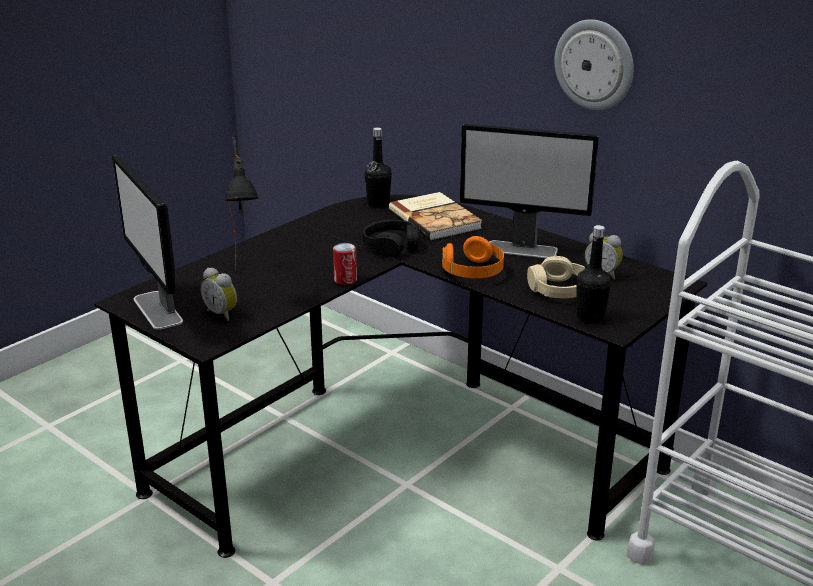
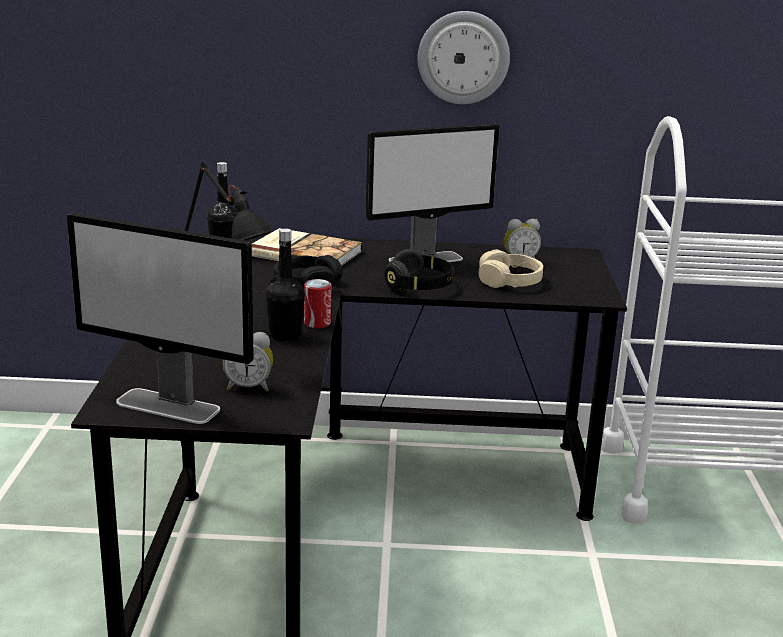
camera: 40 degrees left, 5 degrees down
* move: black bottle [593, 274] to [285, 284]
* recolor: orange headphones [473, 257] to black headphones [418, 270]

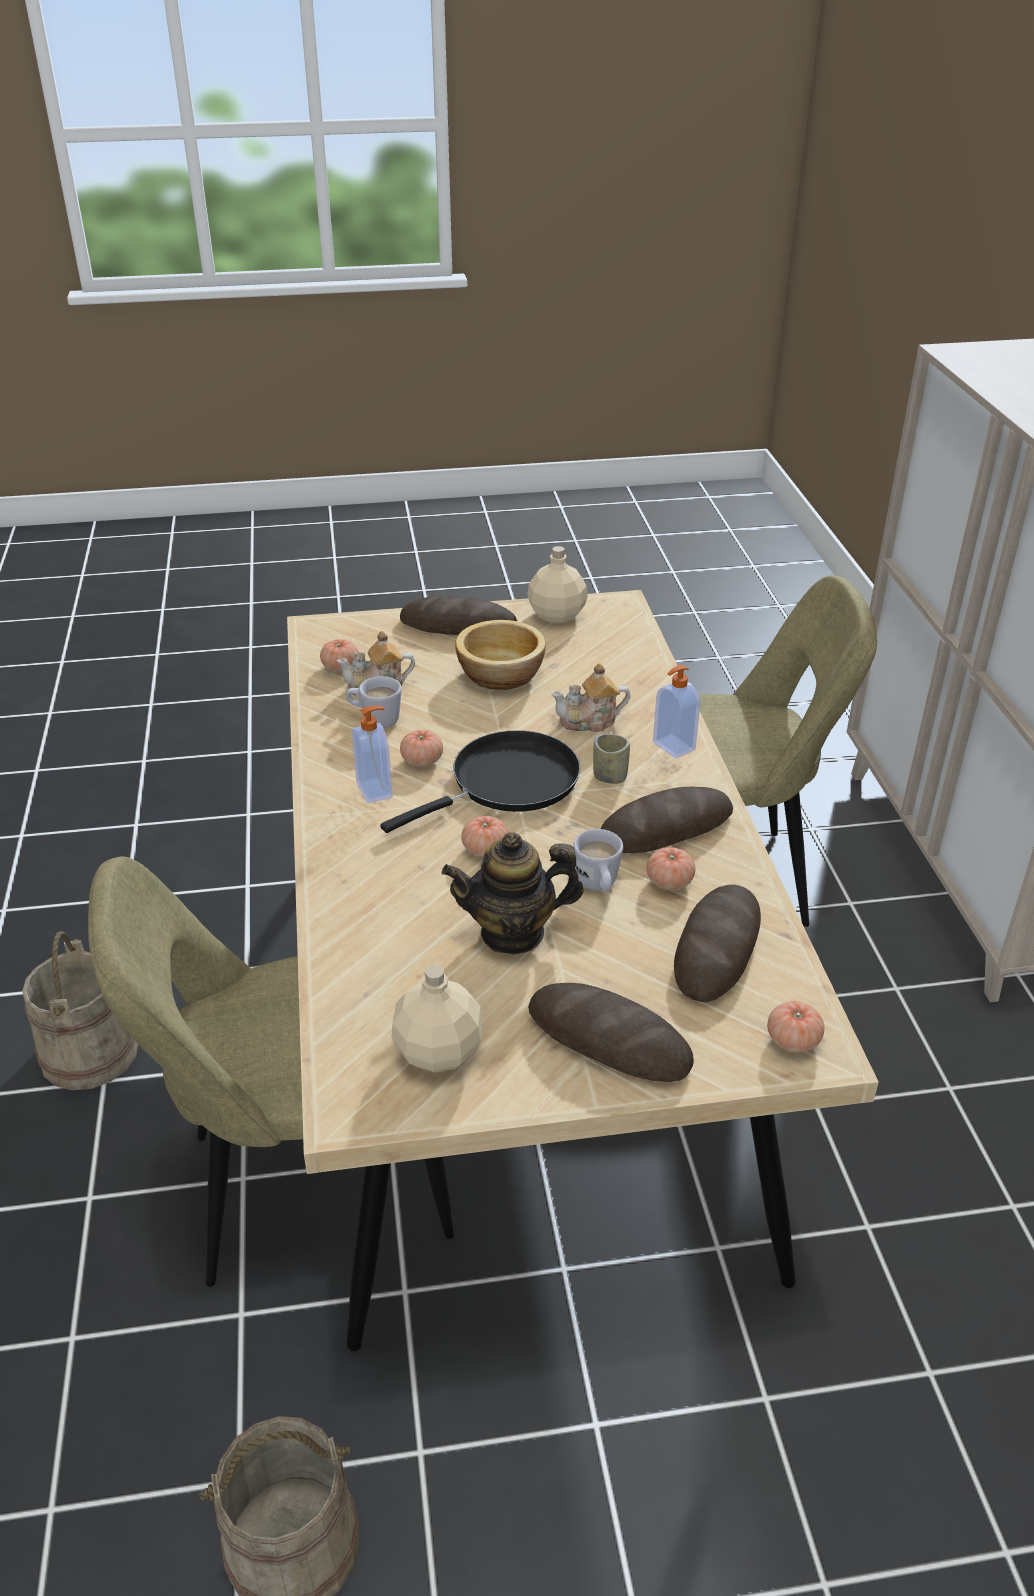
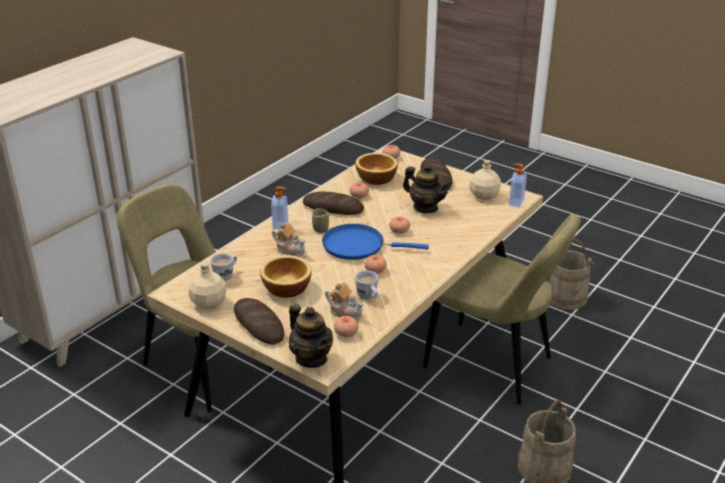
camera: 135 degrees left, 5 degrees down
* move: soap dispenser [372, 754] to [518, 185]
* recolor: black frying pan [480, 781] to blue frying pan [375, 242]
* move: white mug [598, 860] to [223, 267]
* replace: bread [717, 943] to bowl [376, 169]
* insert: teapot [311, 336]

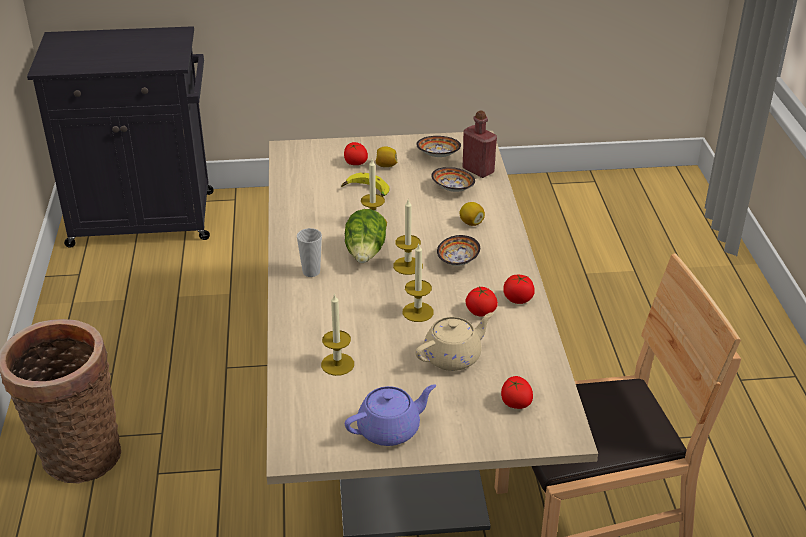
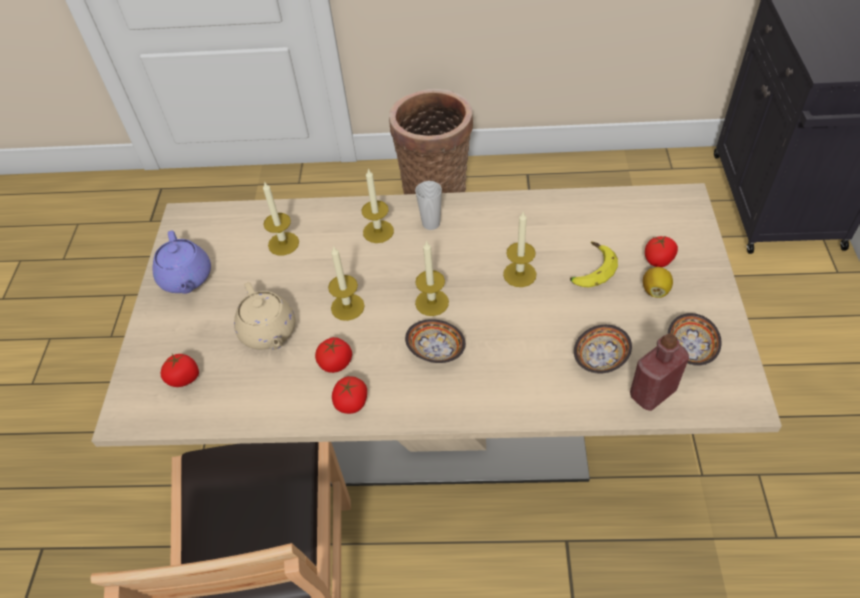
camera: 100 degrees right, 15 degrees up
* delete: lemon [472, 214]
* delete: lettuce [365, 236]
* insert: candle [378, 206]

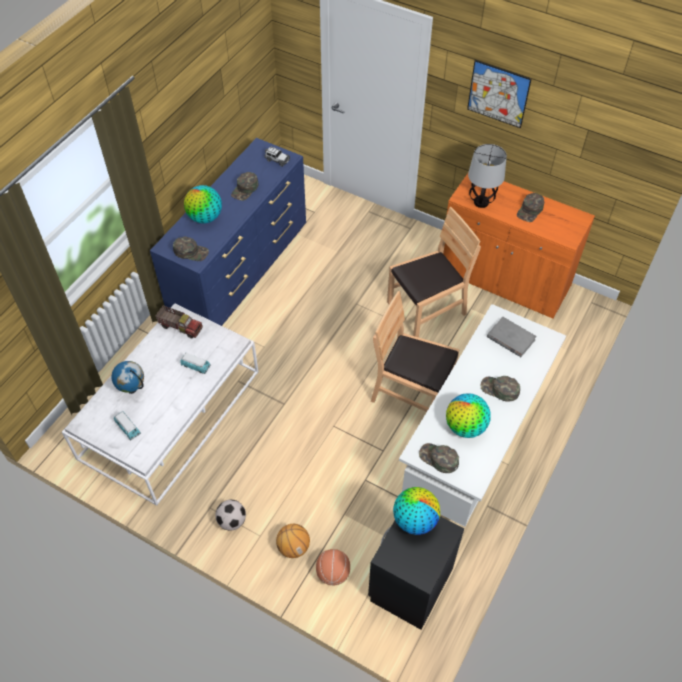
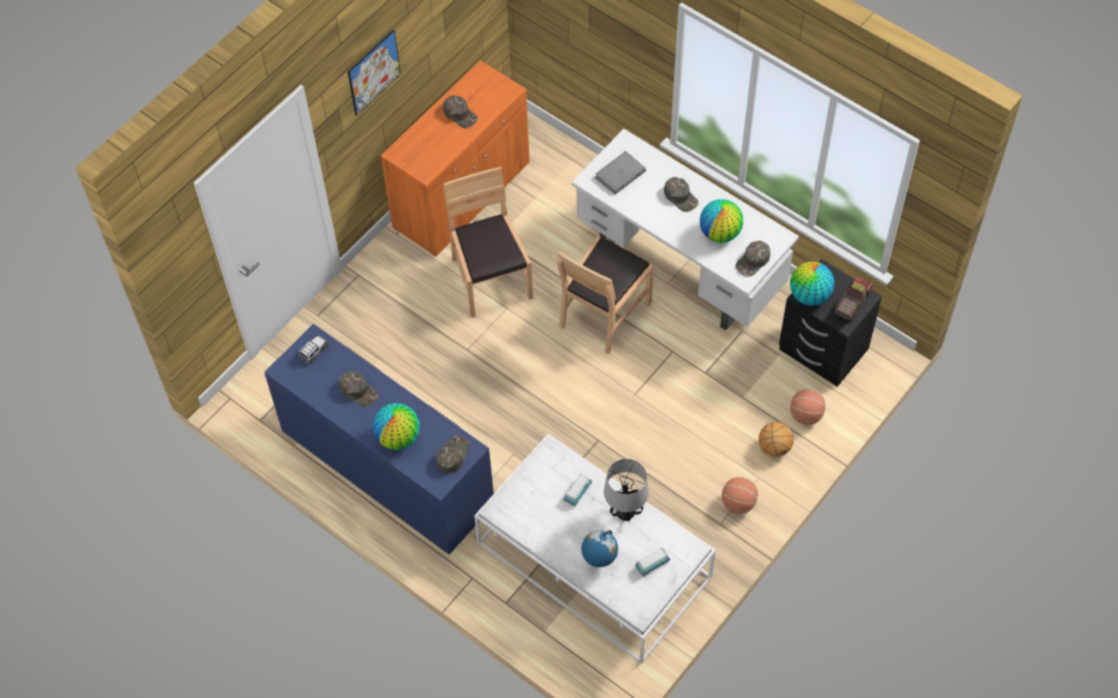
camera: 80 degrees left, 5 degrees up
* move: table lamp [487, 176] to [626, 490]
* move: toy truck [179, 321] to [854, 298]
* rotate: green cap [500, 389] = [681, 194] 75 degrees counterclockwise
* replace: football [230, 515] to basketball [740, 495]

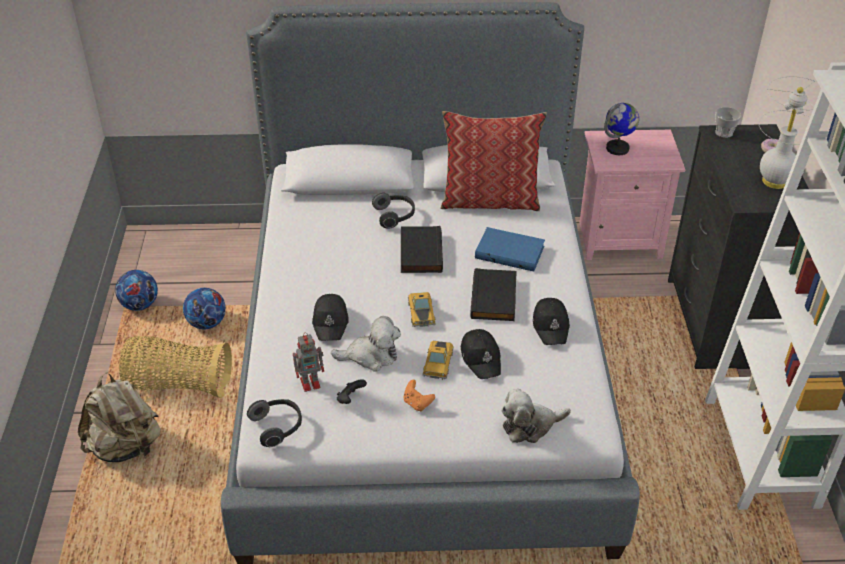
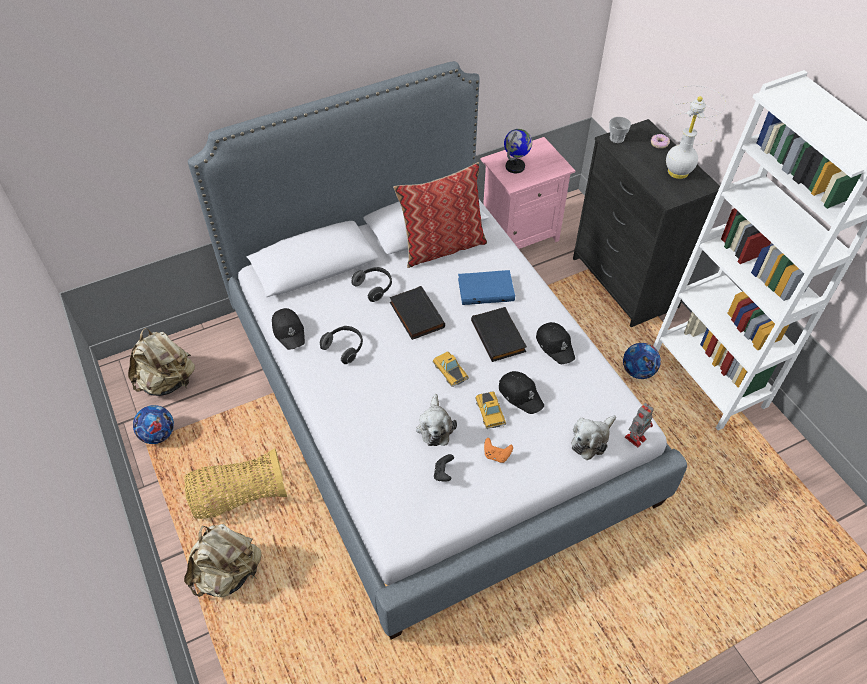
camera: 25 degrees left, 10 degrees up
* move: football [204, 308] to [642, 361]
* move: black cap [330, 317] to [288, 329]
* rotate: plush toy [366, 344] = [436, 420] 120 degrees clockwise
* move: toy robot [308, 362] to [639, 425]
* move: headphones [274, 423] to [341, 345]
* insert: beige backpack [161, 362]

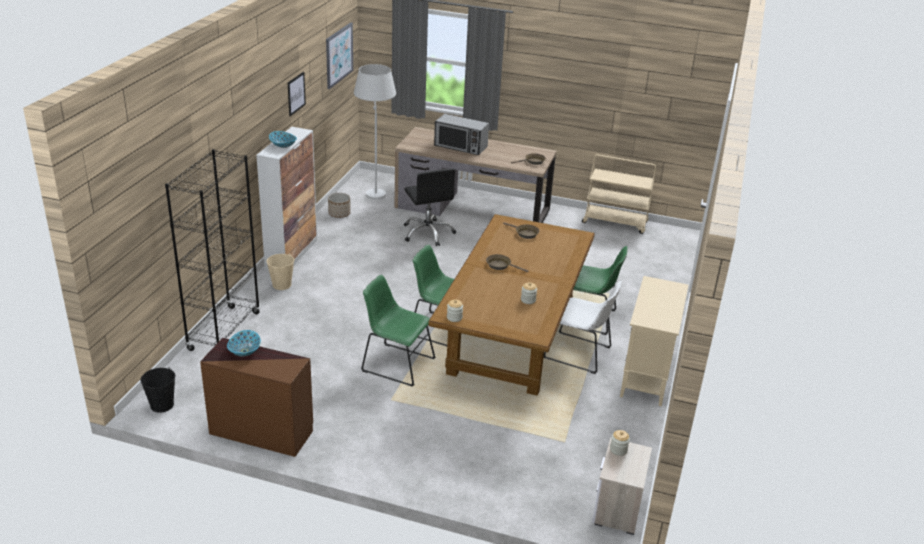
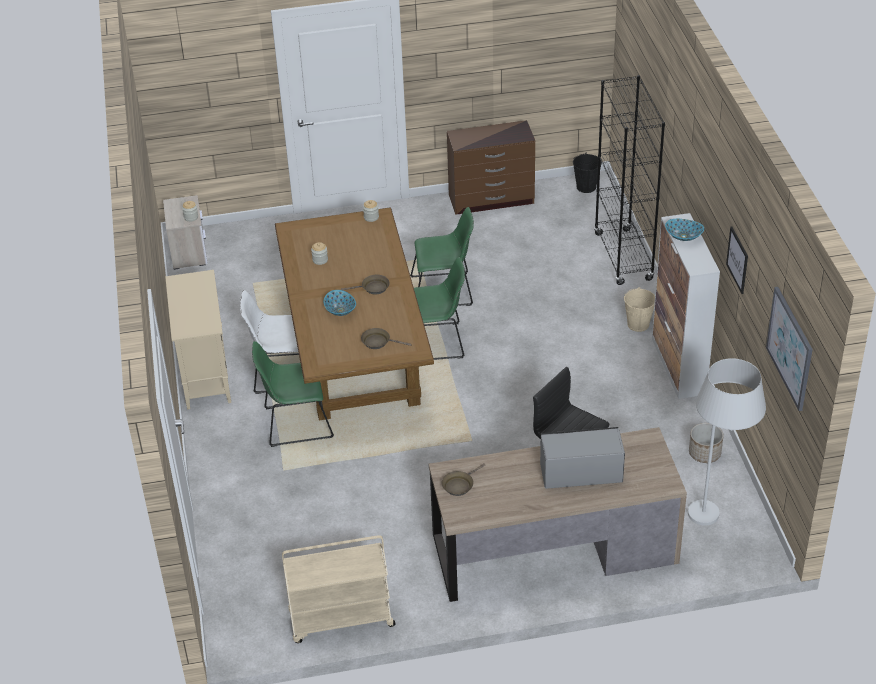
camera: 155 degrees right, 10 degrees up
* move: bowl [244, 343] to [340, 303]

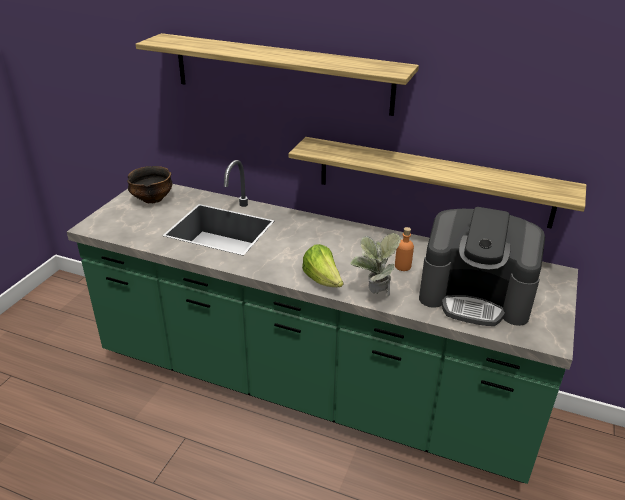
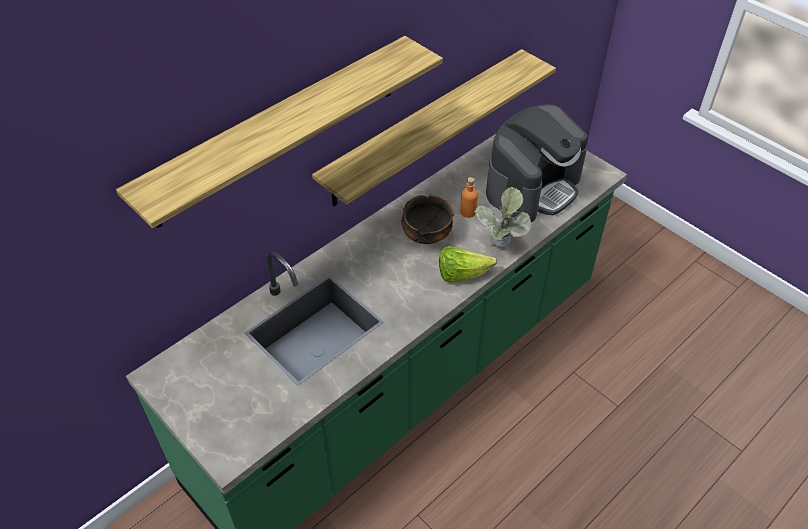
camera: 65 degrees left, 15 degrees up
* move: bowl [150, 184] to [428, 219]

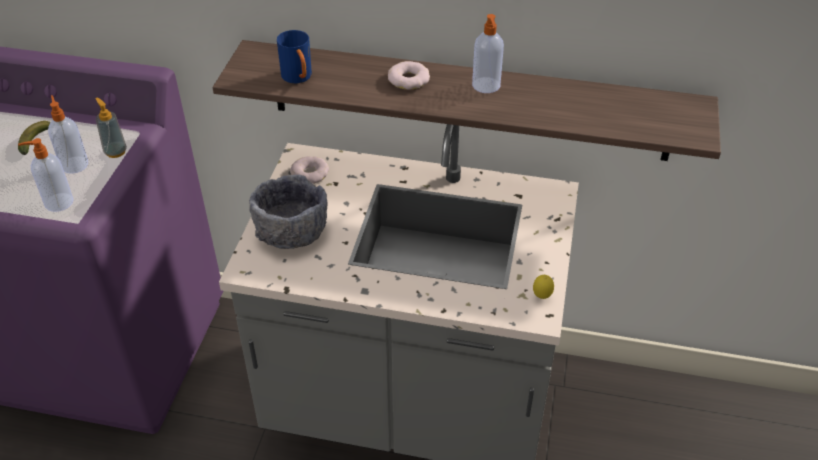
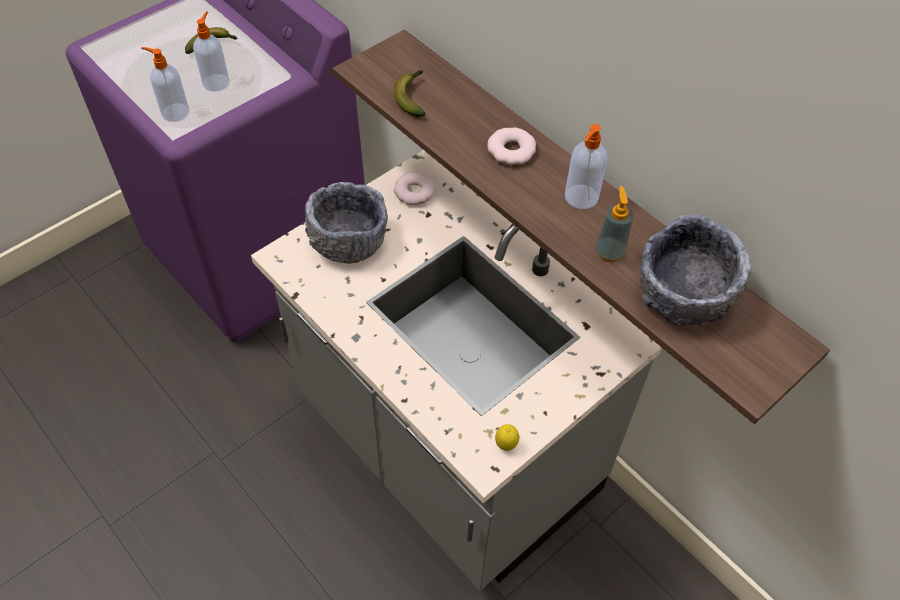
camera: 35 degrees right, 10 degrees up
* replace: blue mug [294, 56] to banana [409, 93]
* move: soap dispenser [111, 127] to [614, 224]
* insert: grey bowl [695, 270]

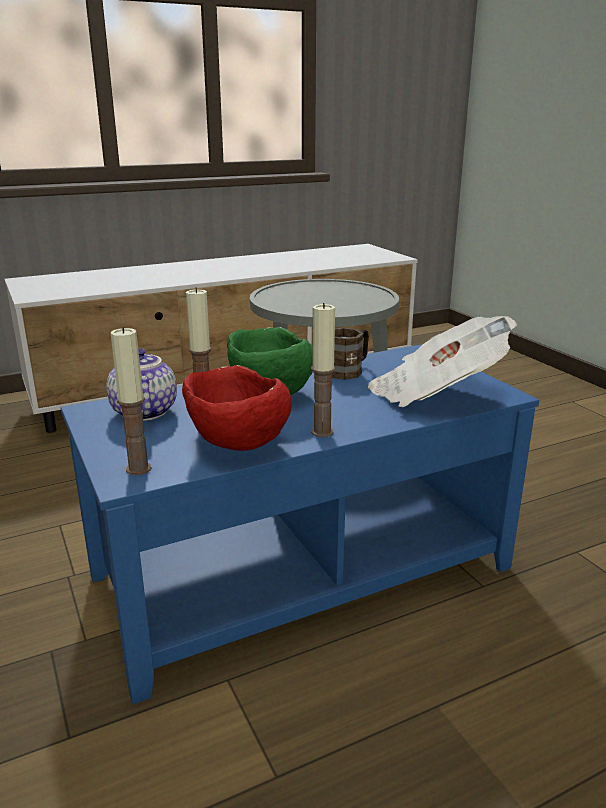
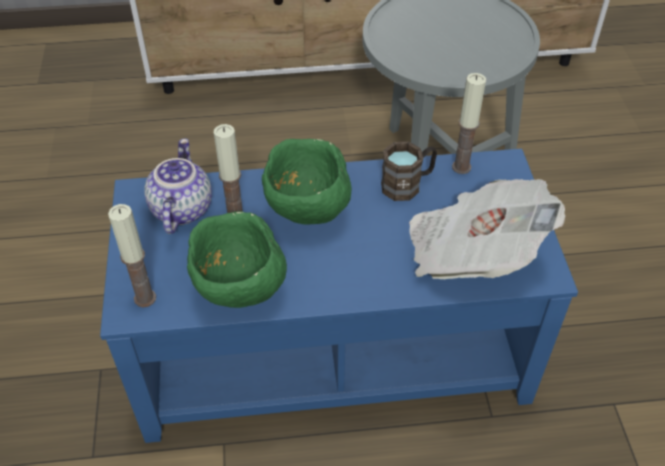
camera: 20 degrees right, 25 degrees up
* move: candle [323, 370] to [469, 123]
* recolor: red bowl [237, 408] to green bowl [237, 259]

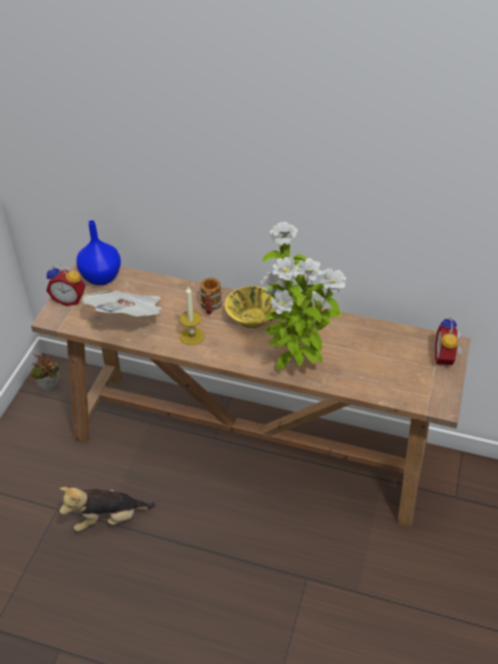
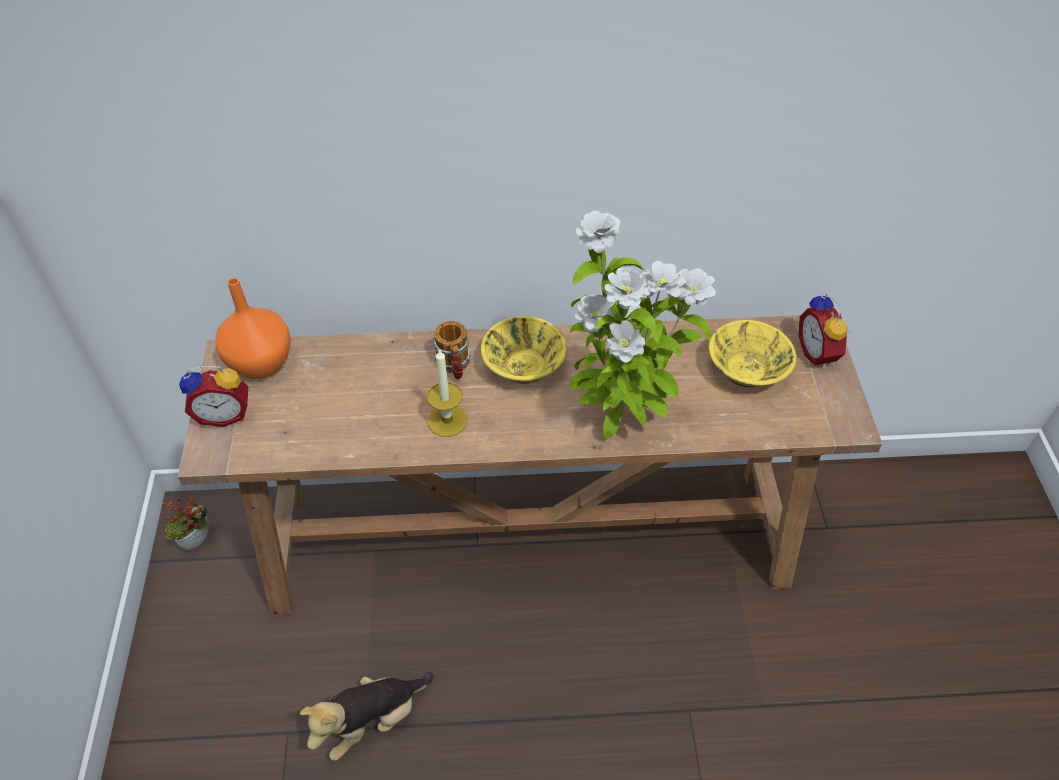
camera: 20 degrees left, 5 degrees up
* recolor: blue vase [98, 253] to orange vase [253, 328]
* delete: newspaper [122, 303]
* insert: yellow bowl [752, 353]

